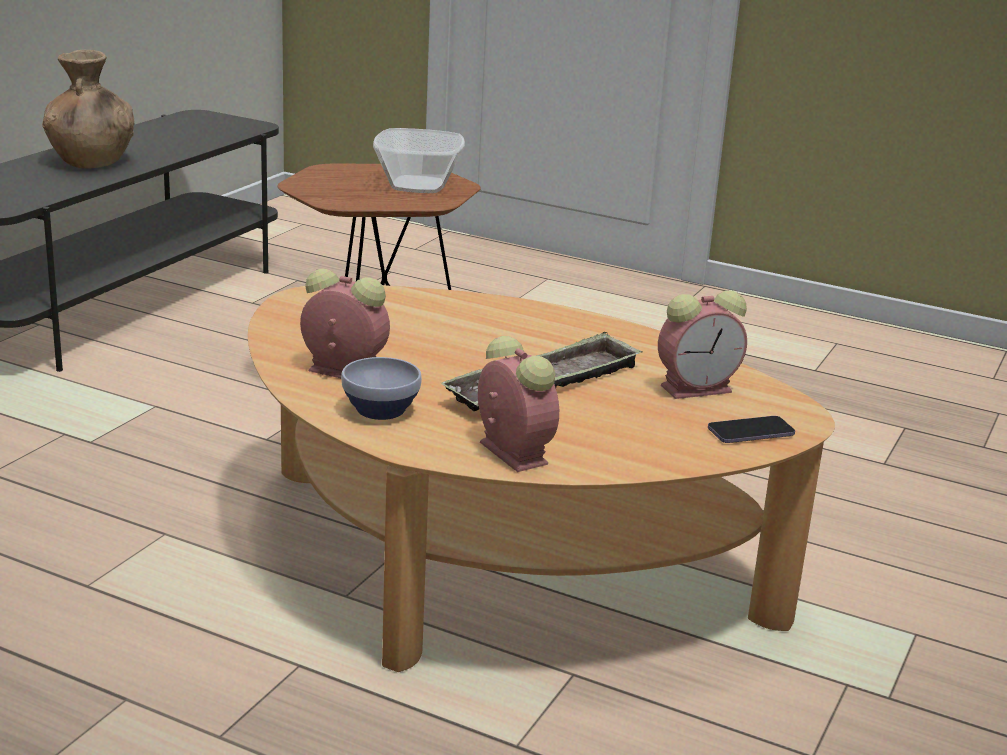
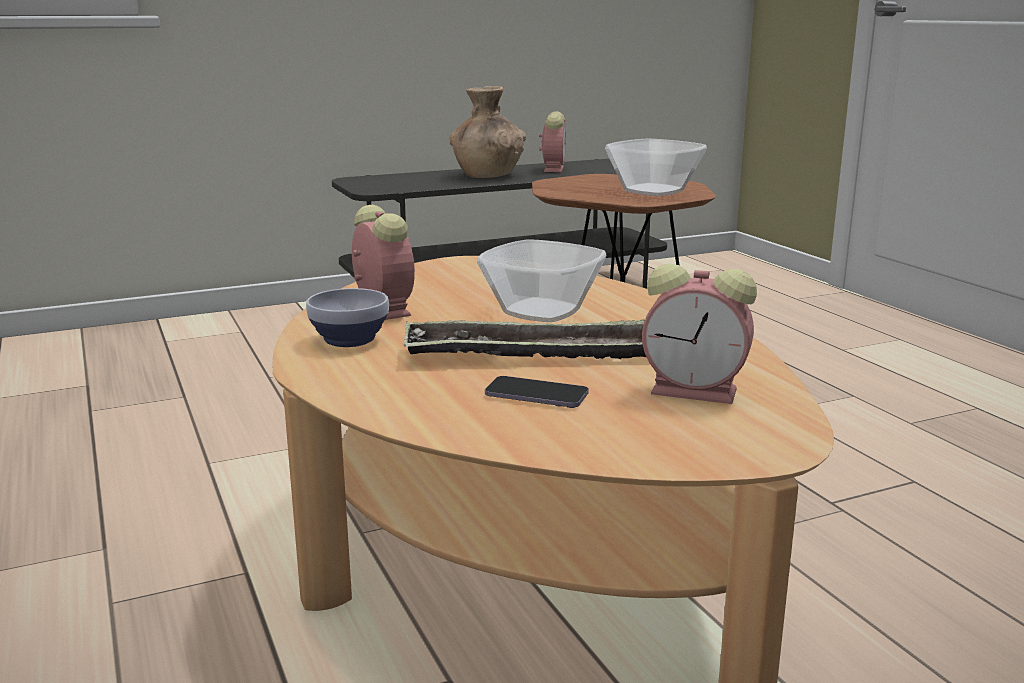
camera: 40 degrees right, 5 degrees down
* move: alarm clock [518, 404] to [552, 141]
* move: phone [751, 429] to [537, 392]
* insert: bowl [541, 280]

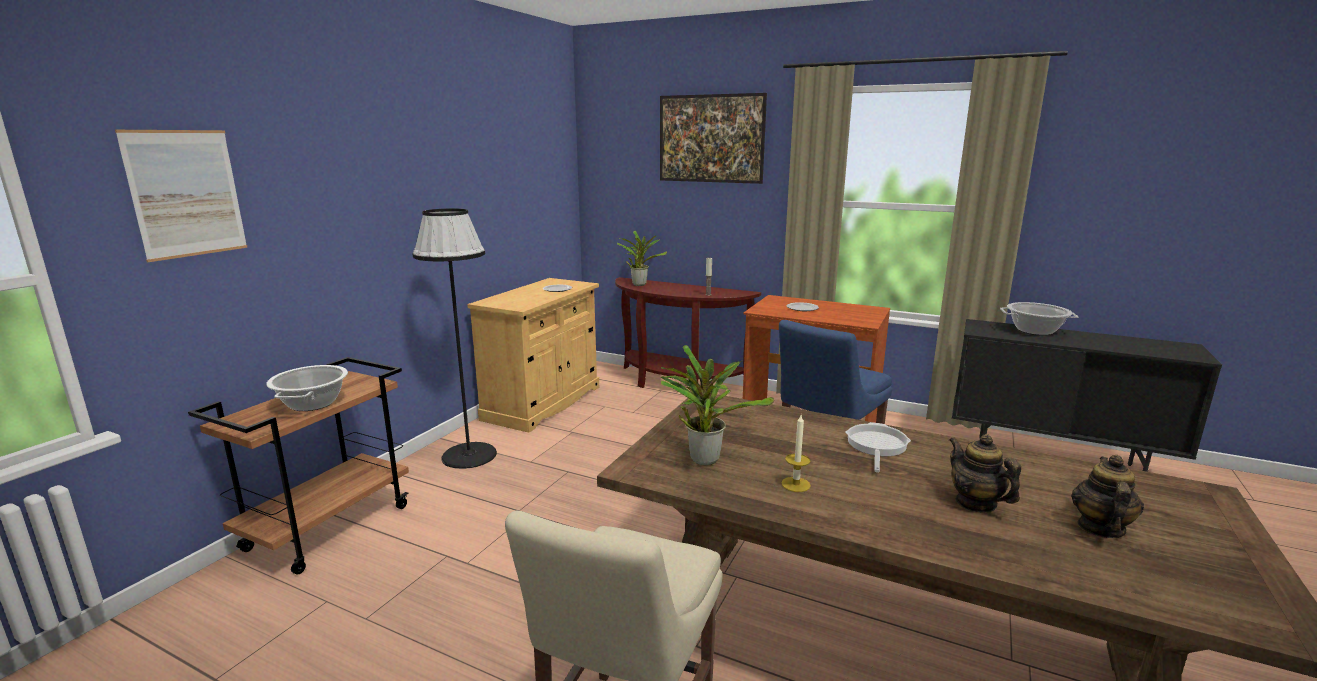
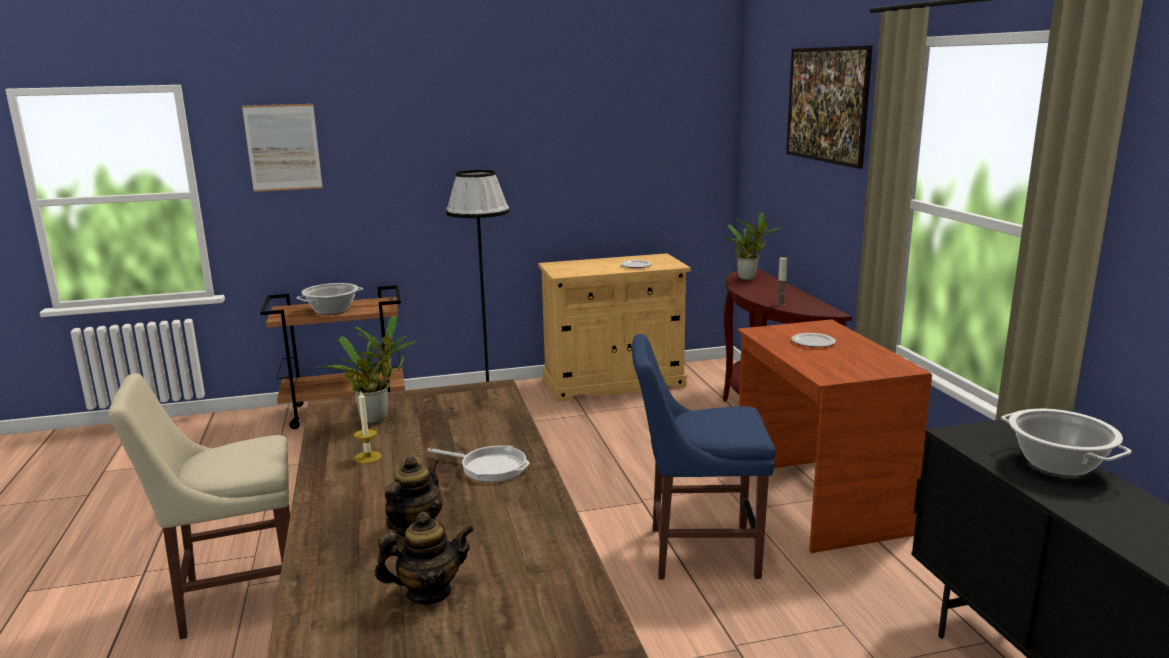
camera: 50 degrees right, 0 degrees up
* rotate: frying pan [878, 447] = [478, 464] 45 degrees clockwise

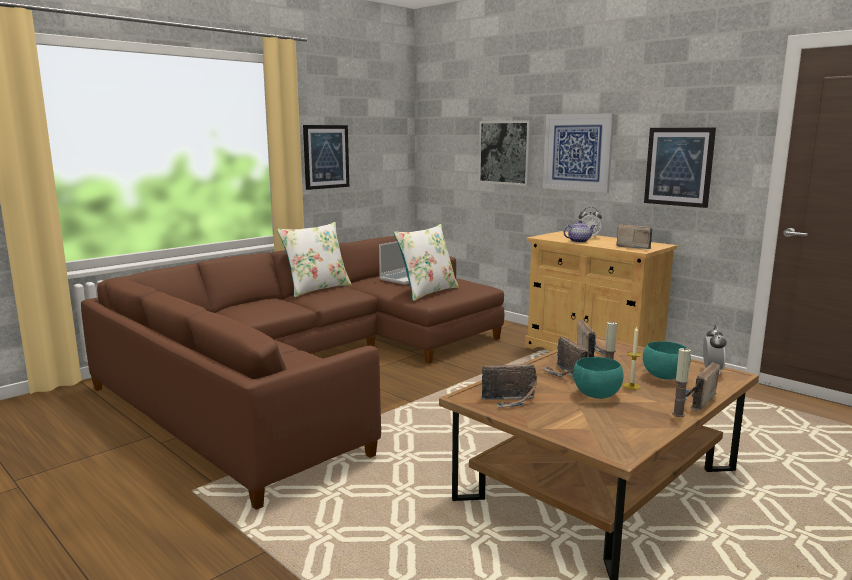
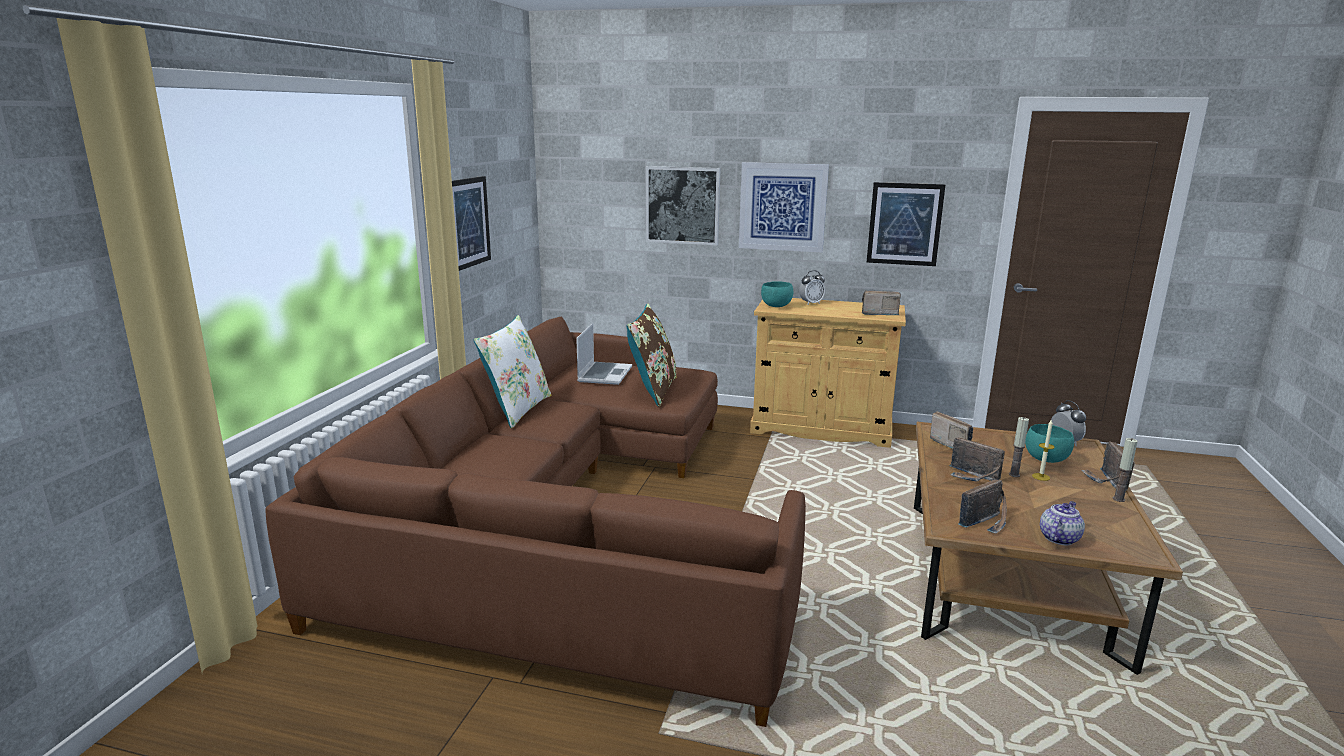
camera: 30 degrees left, 5 degrees up
* move: teapot [579, 231] to [1062, 523]
* recolor: white pillow [426, 262] to brown pillow [651, 355]
* move: turquoise bowl [598, 378] to [777, 294]

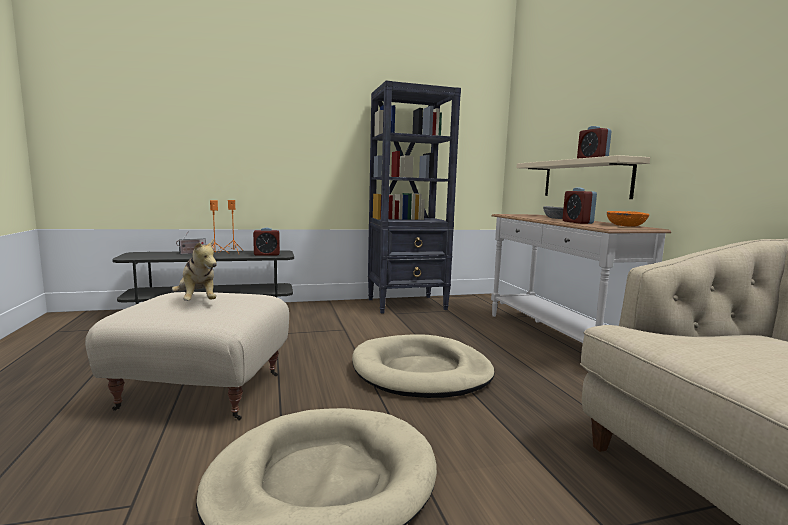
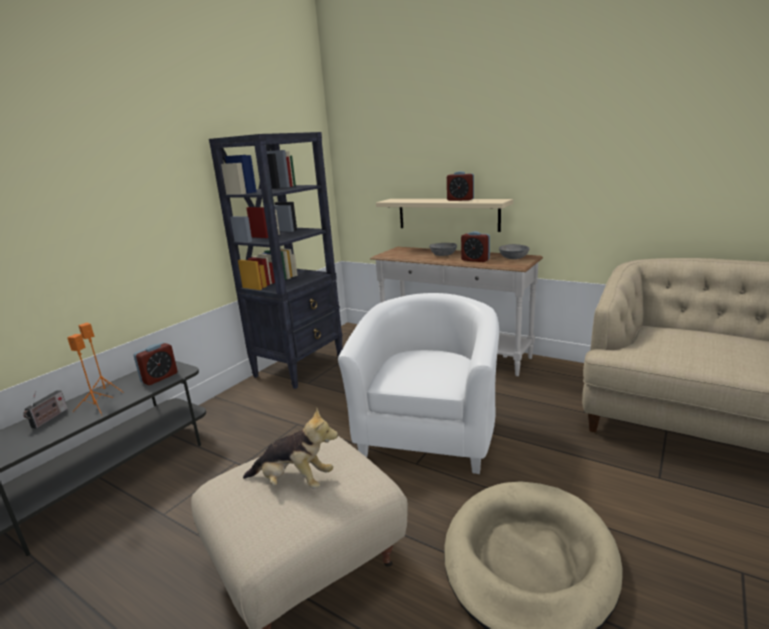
camera: 40 degrees left, 10 degrees up
* recolor: orange bowl [628, 219] to grey bowl [514, 251]
* replace: beige dog bed [423, 366] to white armchair [418, 383]

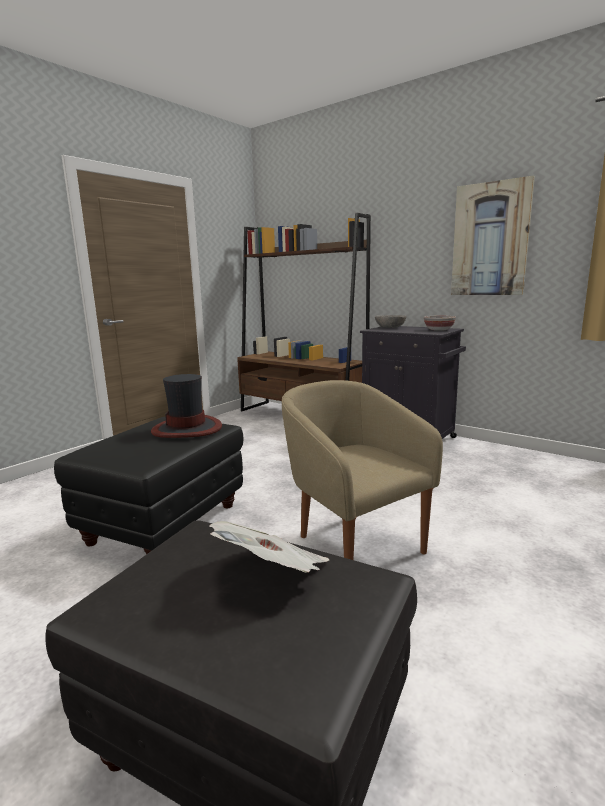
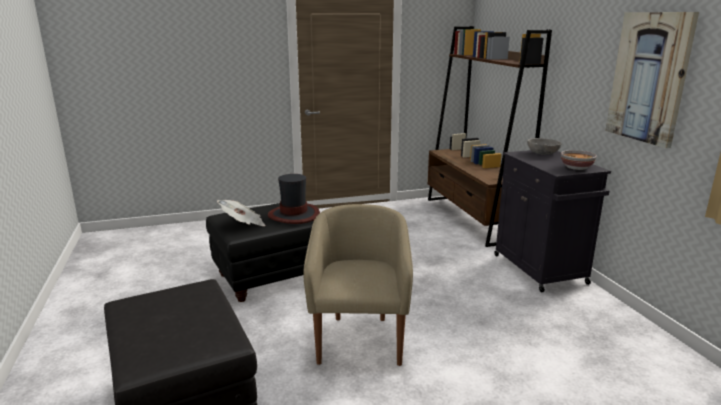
camera: 35 degrees right, 5 degrees up
* move: newspaper [269, 547] to [241, 213]

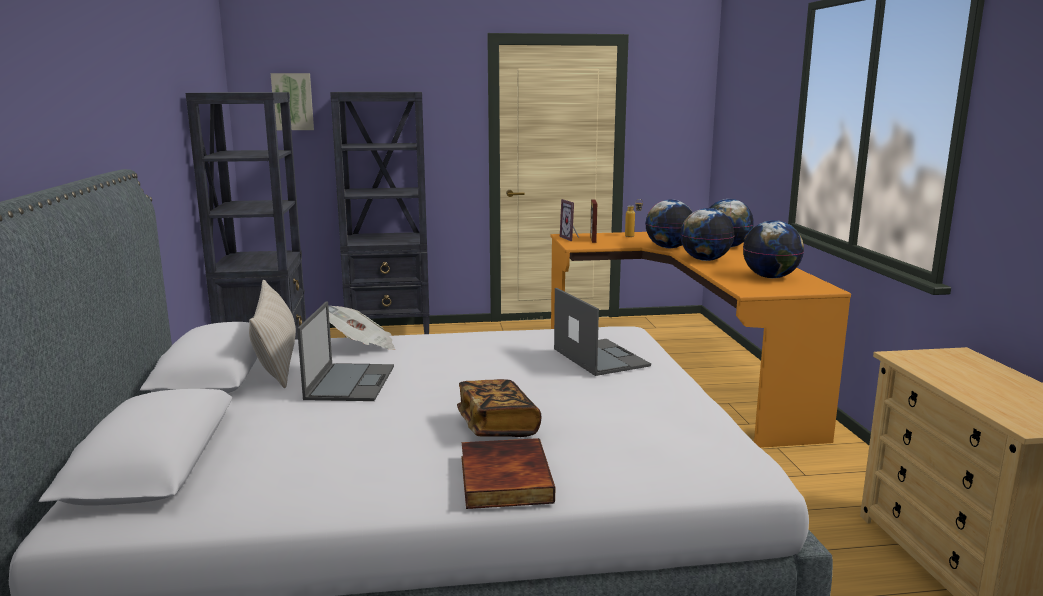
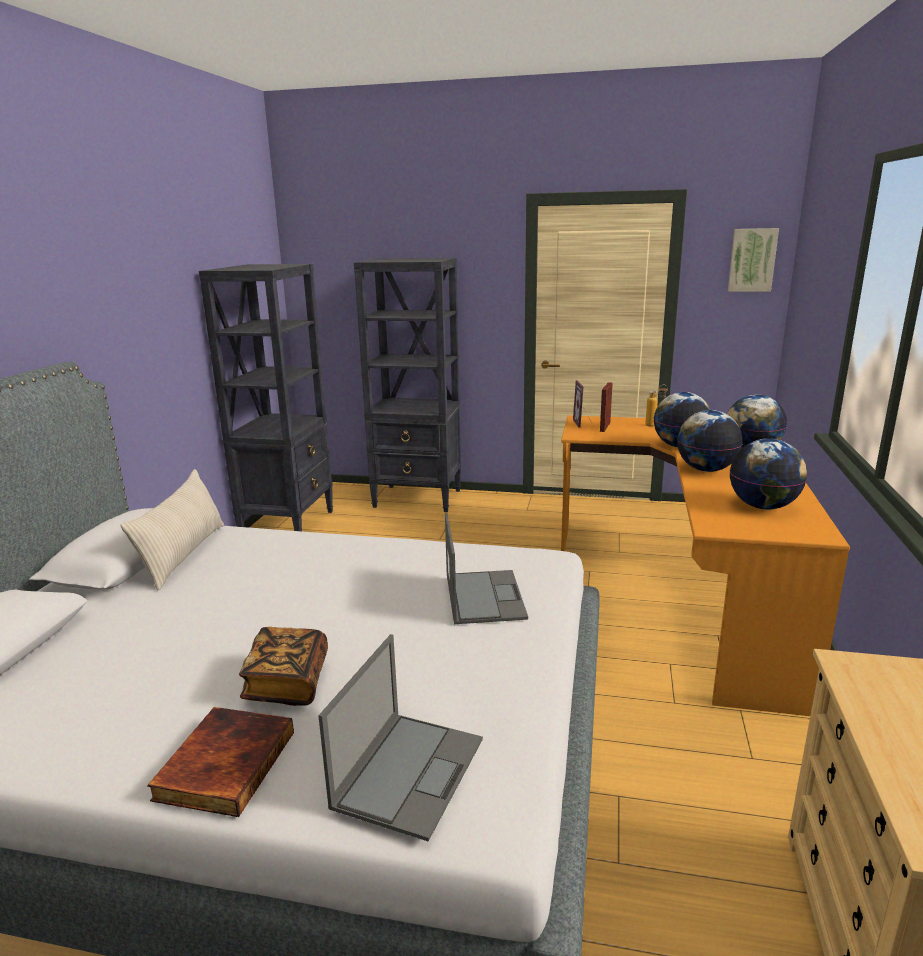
camera: 20 degrees right, 5 degrees up
* move: picture [292, 101] to [753, 260]
* move: laptop [345, 351] to [400, 737]
* delete: newspaper [361, 328]

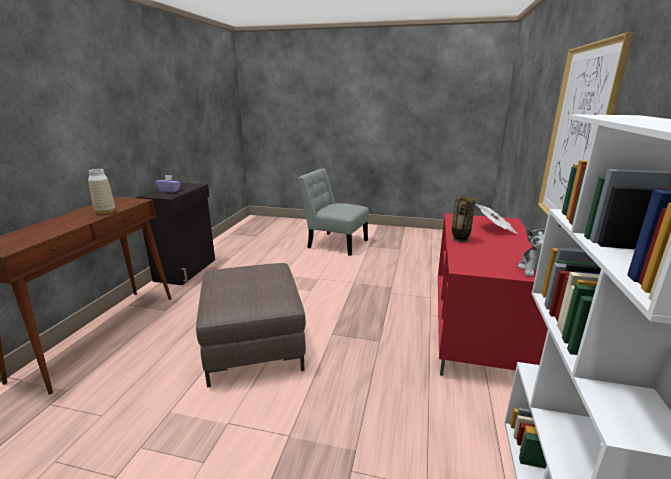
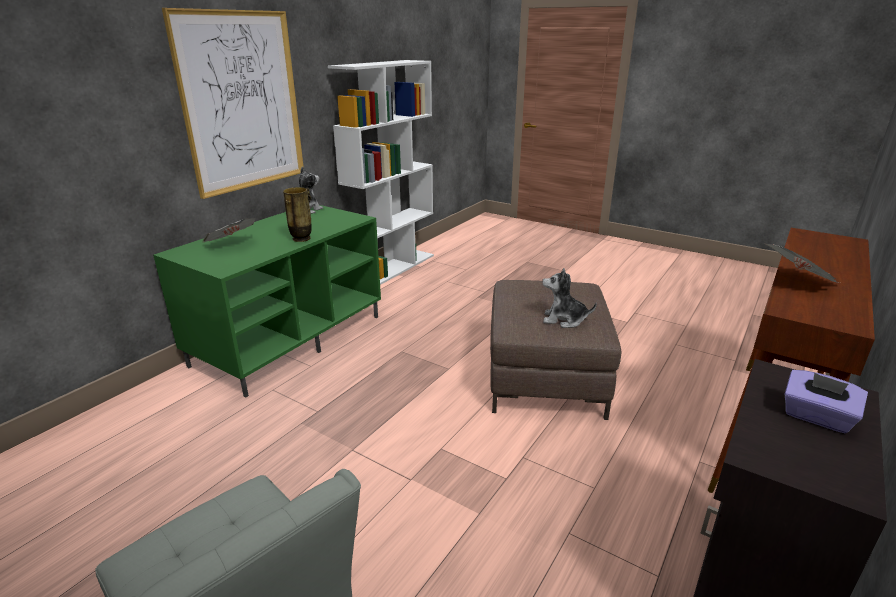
camera: 160 degrees left, 5 degrees up
* replace: vase [101, 191] to newspaper [801, 263]
* recolor: red tv stand [493, 294] to green tv stand [267, 301]
* insert: plush toy [569, 298]

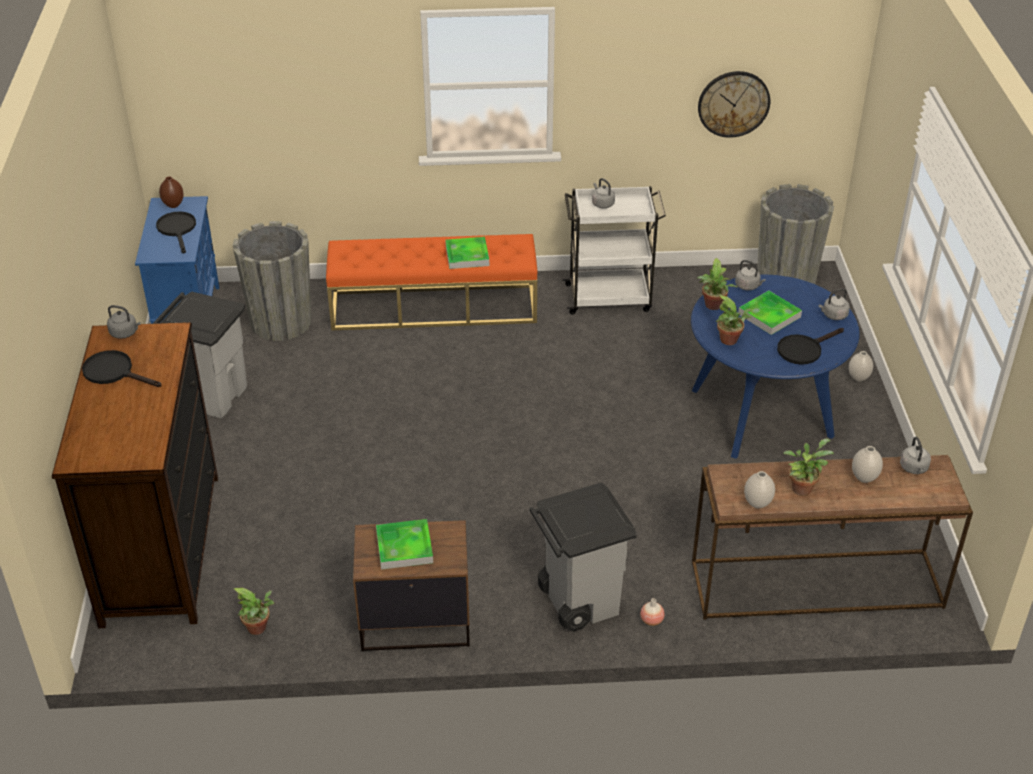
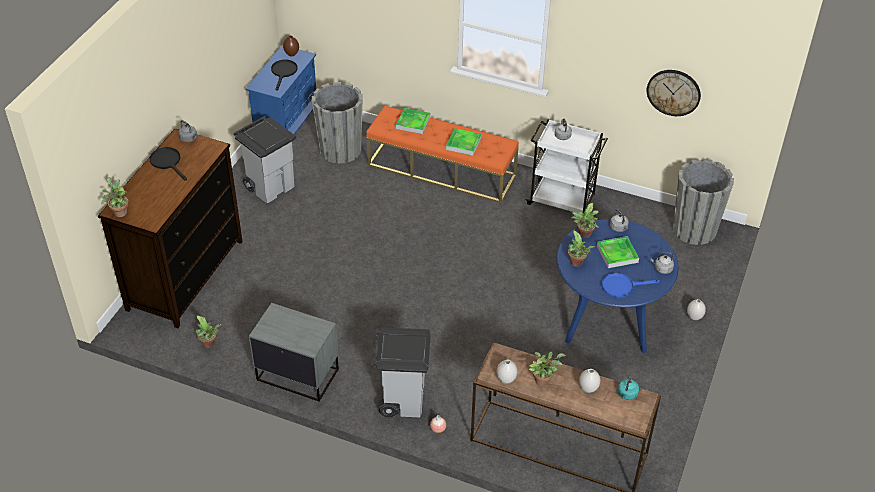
camera: 25 degrees right, 5 degrees up
* recolor: black frying pan [810, 346] to blue frying pan [631, 285]
* recolor: grey kettle [915, 455] to turquoise kettle [628, 387]
* move: tray [404, 544] to [413, 121]
* recolor: brown nightstand [411, 586] to grey nightstand [294, 352]
* insert: potted plant [114, 197]

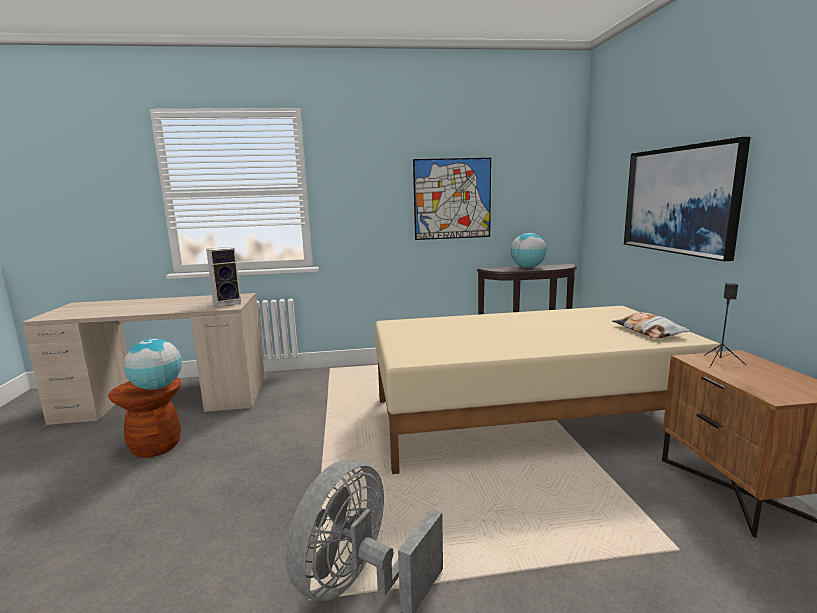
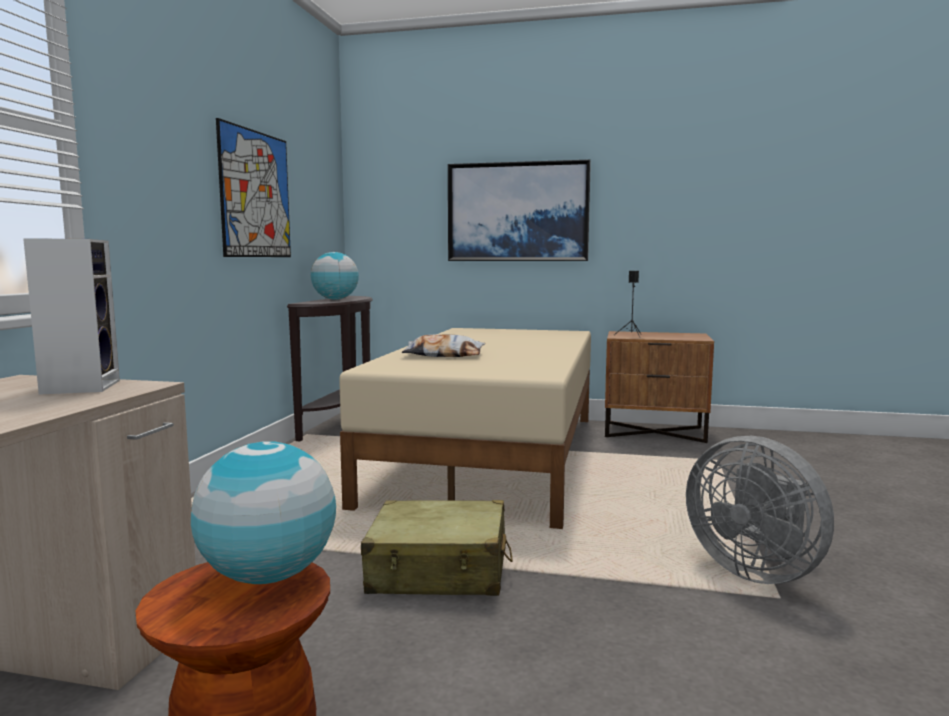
camera: 70 degrees left, 5 degrees down
* move: pillow [651, 325] to [443, 345]
* insert: beige suitcase [437, 548]

